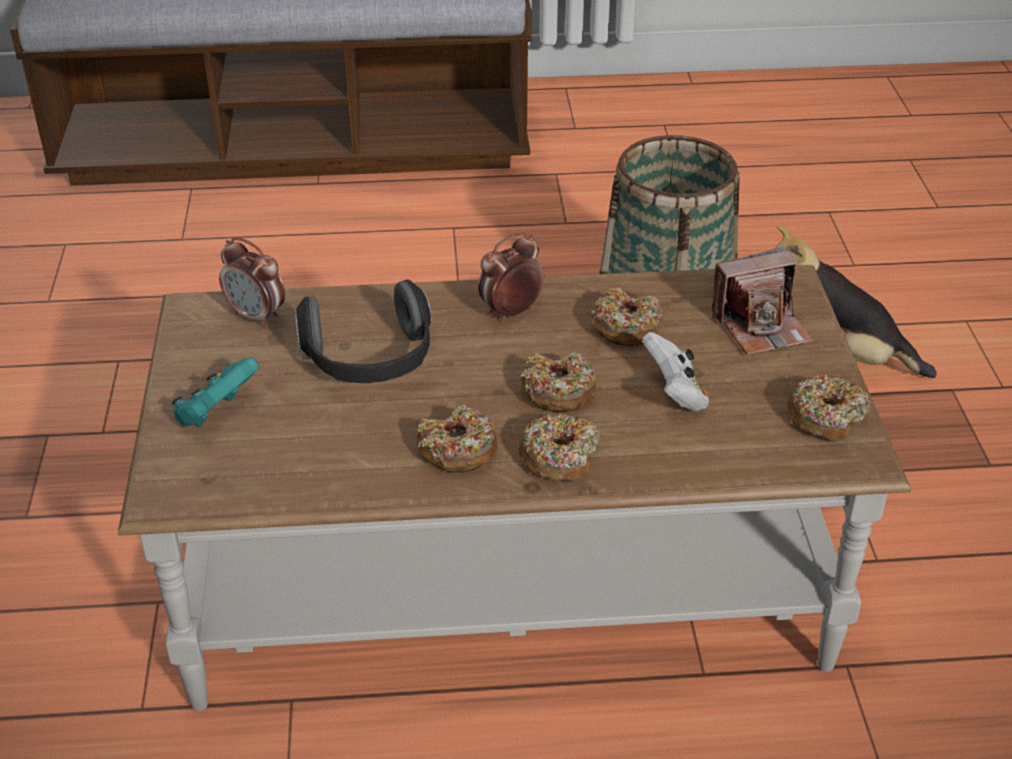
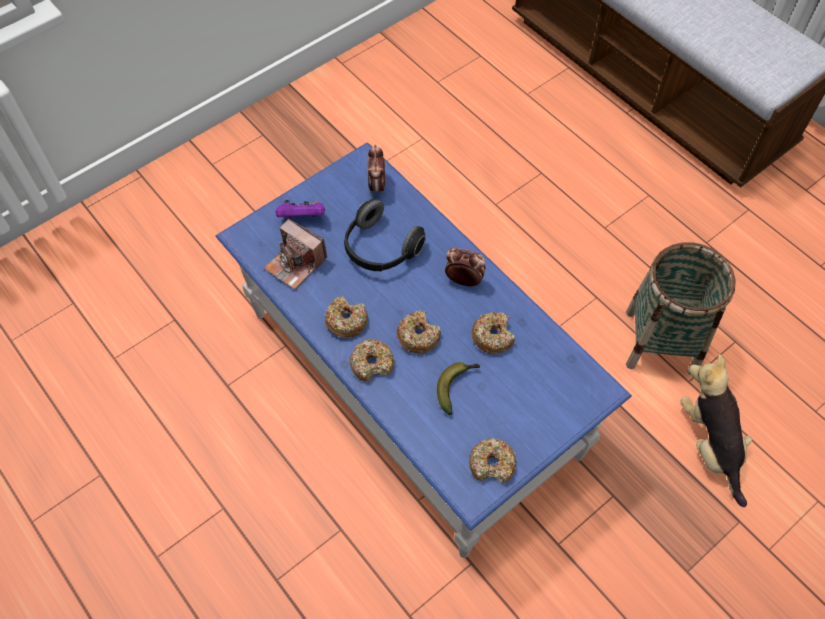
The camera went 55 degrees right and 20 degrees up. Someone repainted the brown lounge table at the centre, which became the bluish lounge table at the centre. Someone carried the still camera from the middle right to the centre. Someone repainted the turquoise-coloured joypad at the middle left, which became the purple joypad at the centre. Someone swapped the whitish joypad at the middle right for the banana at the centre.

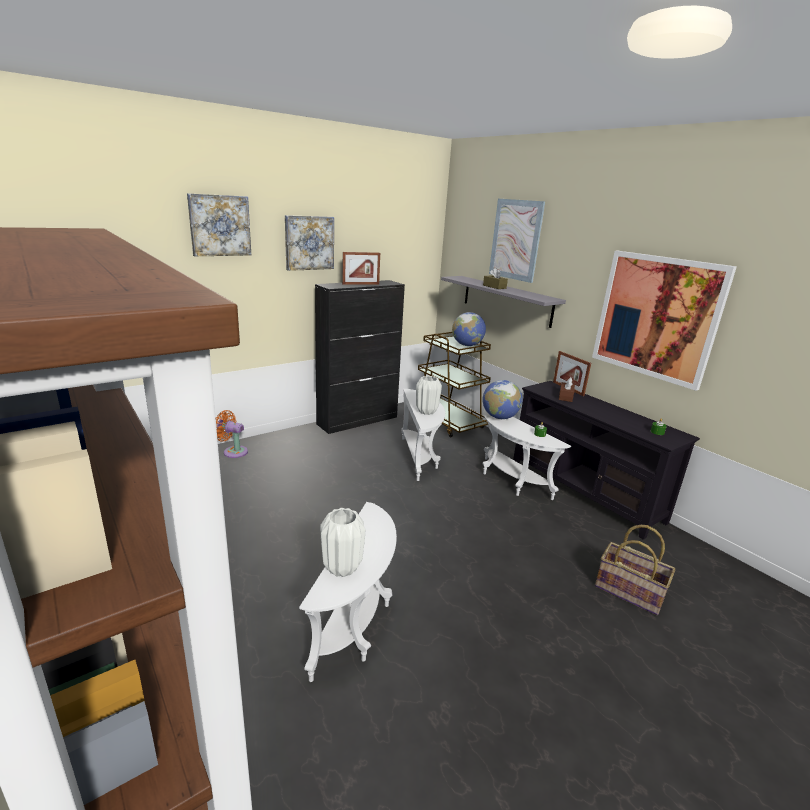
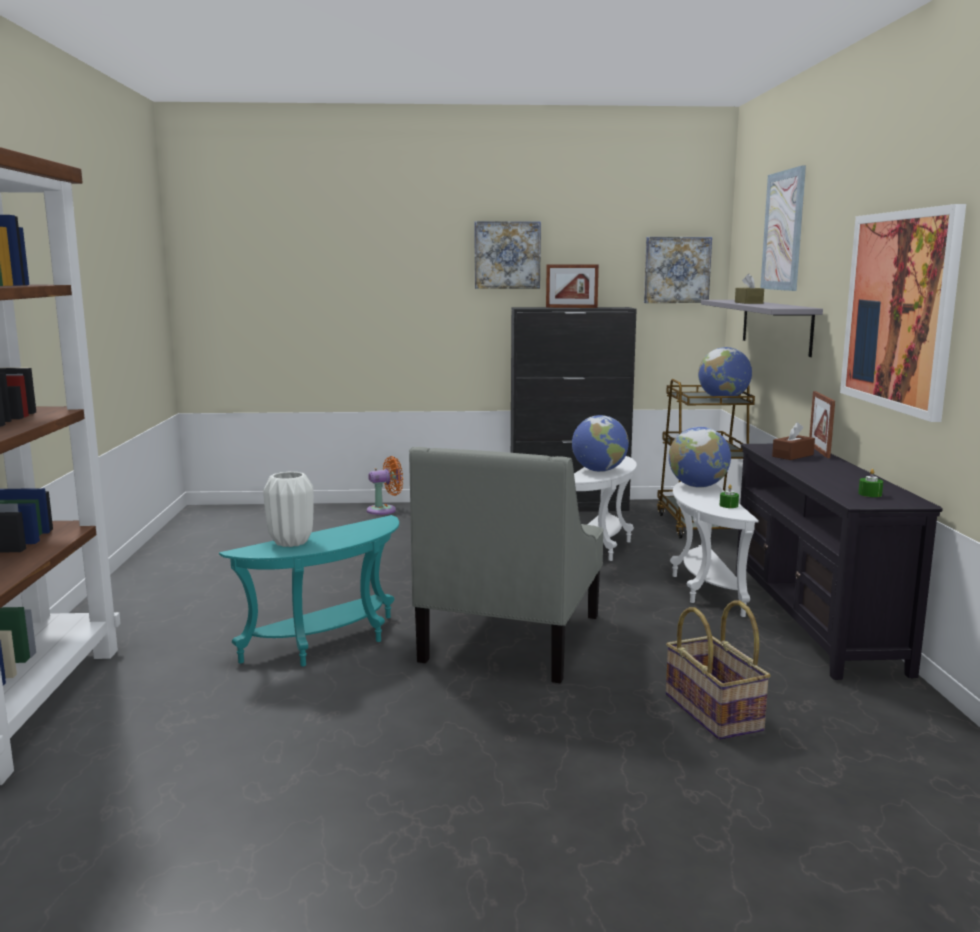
The camera went 35 degrees right and 10 degrees down. Someone repainted the whitish end table (1st from left) at the bottom centre, which became the turquoise-coloured end table at the middle left. Someone rotated the orange-coloured electric fan at the middle left by 105 degrees clockwise. Someone put down the grey lounge chair at the centre. Someone swapped the whitish decorative vase (2nd from left) at the centre for the globe (1st from left) at the centre. Someone carried the picture (1st from left in the first image) from the top left to the top right.

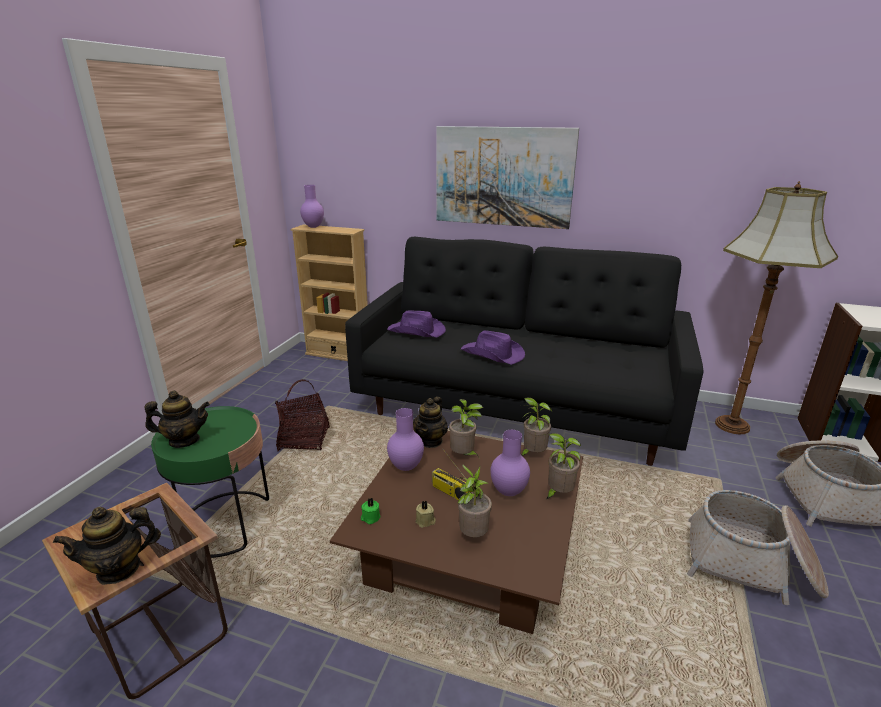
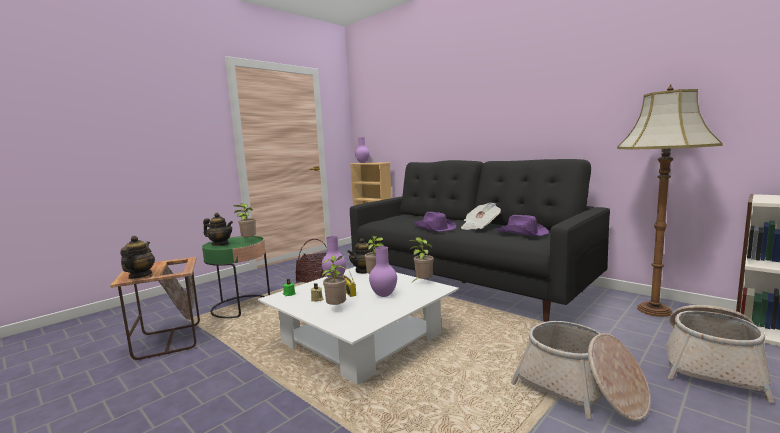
The camera went 25 degrees right and 15 degrees down. Someone rotated the tea pot (1st from left) at the bottom left by 90 degrees clockwise. Someone carried the houseplant (4th from left in the first image) from the centre to the middle left. Someone repainted the brown lounge table at the bottom centre, which became the whitish lounge table at the bottom centre. Someone put down the printed paper at the centre. Someone carried the purple wearable hat (1st from left in the first image) from the centre to the middle right. Someone took away the picture at the top centre.

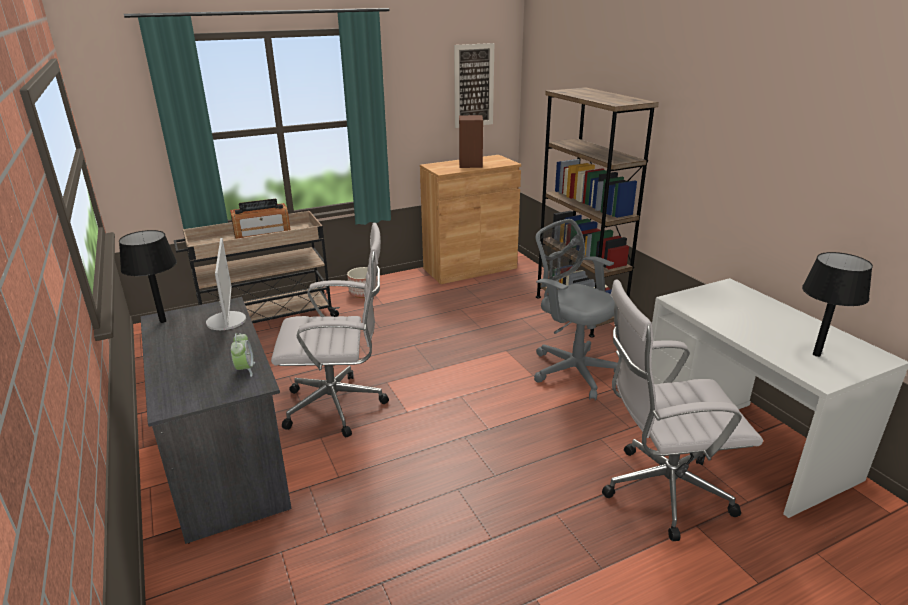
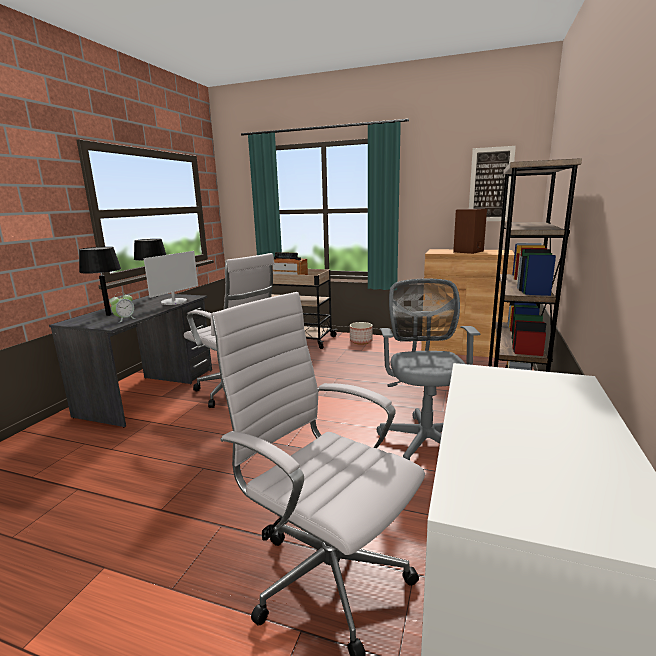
The camera went 45 degrees right and 10 degrees down. Someone carried the blackish table lamp (2nd from left in the first image) from the middle right to the middle left.

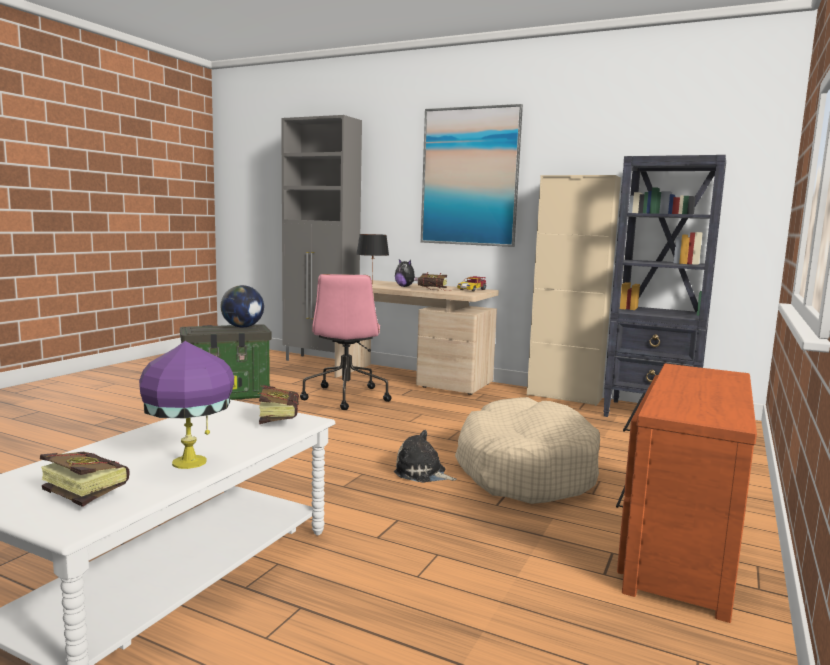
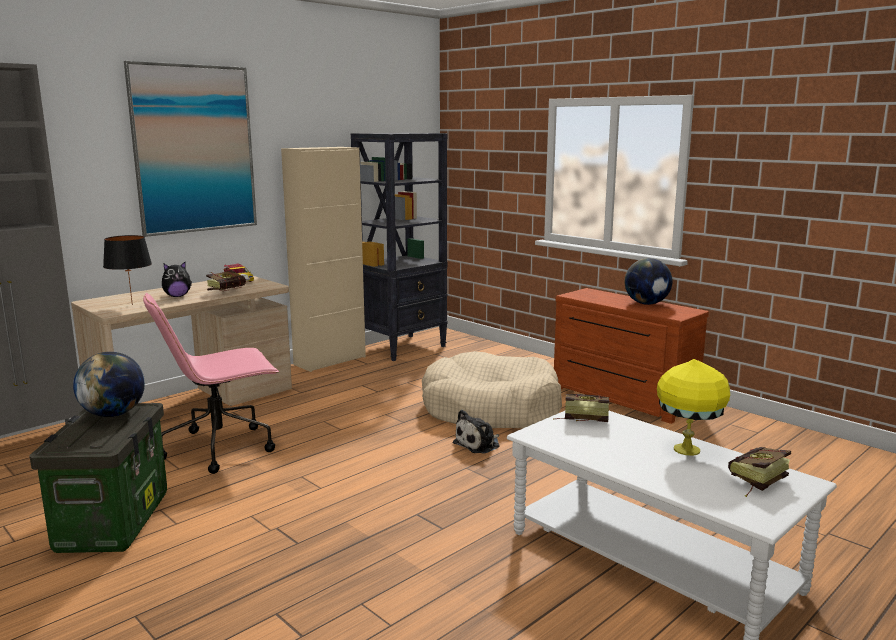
The camera went 70 degrees left and 5 degrees up. Someone rotated the pink office chair at the centre by 135 degrees clockwise. Someone put down the globe (2nd from left) at the middle right. Someone repainted the purple table lamp at the middle left, which became the yellow table lamp at the middle right.

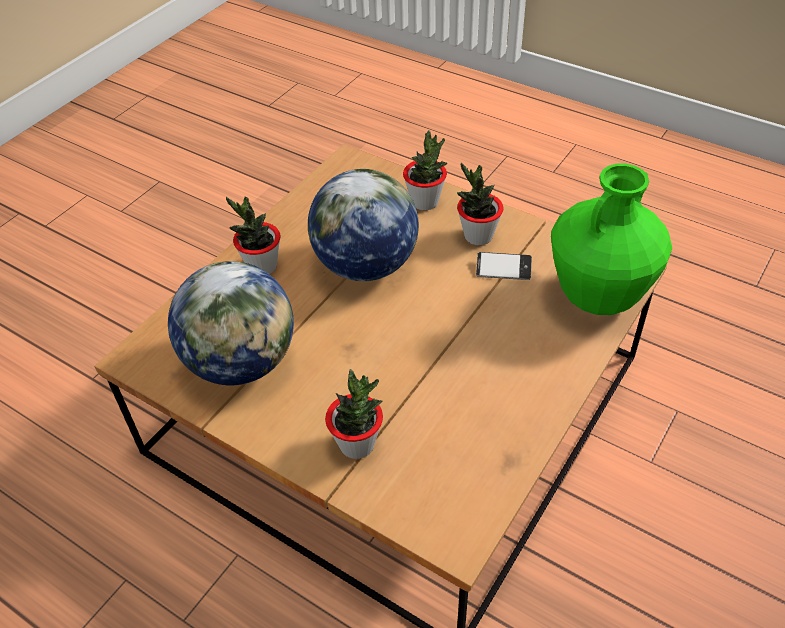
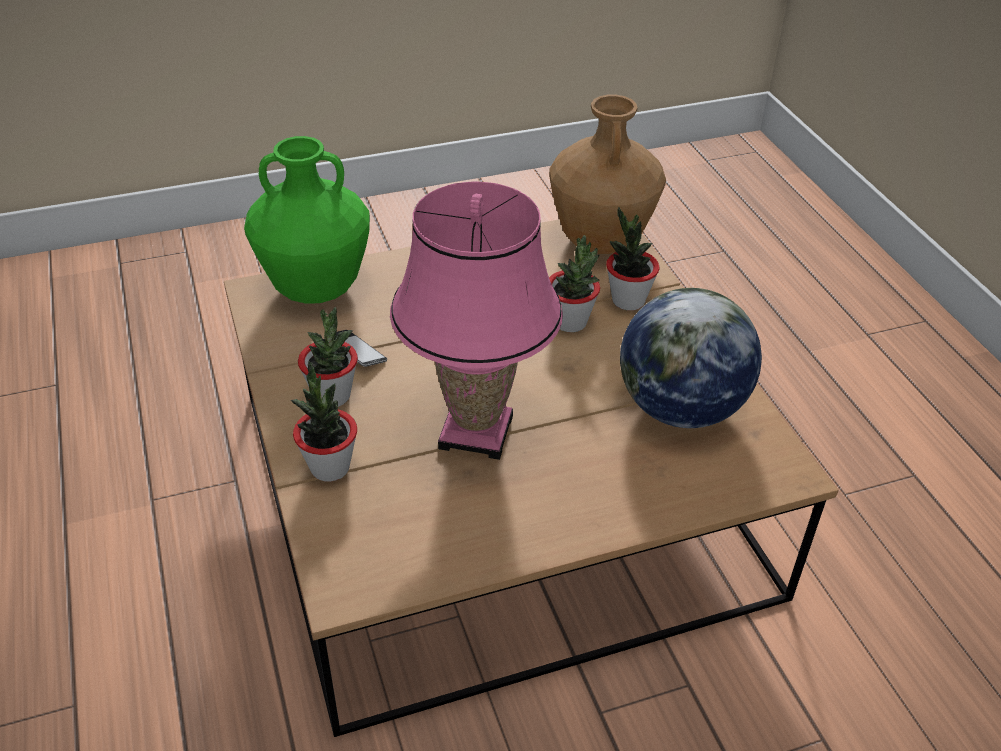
The camera went 145 degrees left and 5 degrees down. Someone swapped the globe (2nd from left) at the centre for the pink table lamp at the centre. Someone put down the brown decorative vase at the top centre. Someone carried the houseplant (1st from left in the first image) from the middle left to the centre.

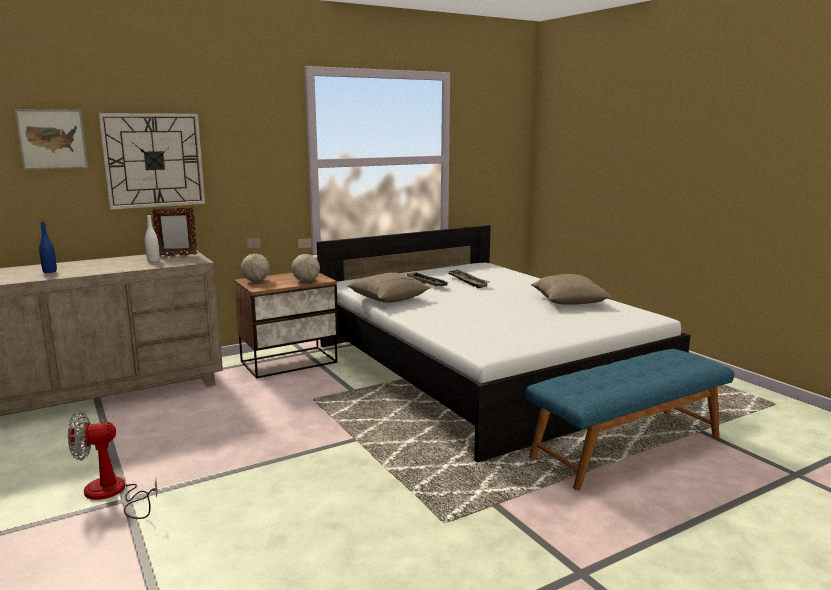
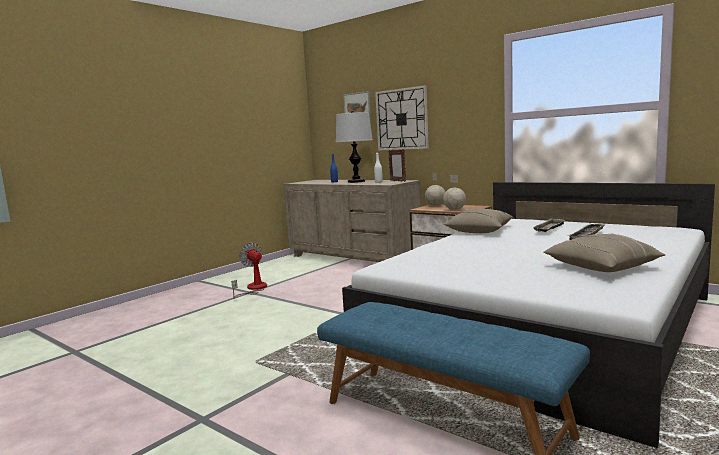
The camera went 70 degrees right and 5 degrees down. Someone put down the table lamp at the top centre.

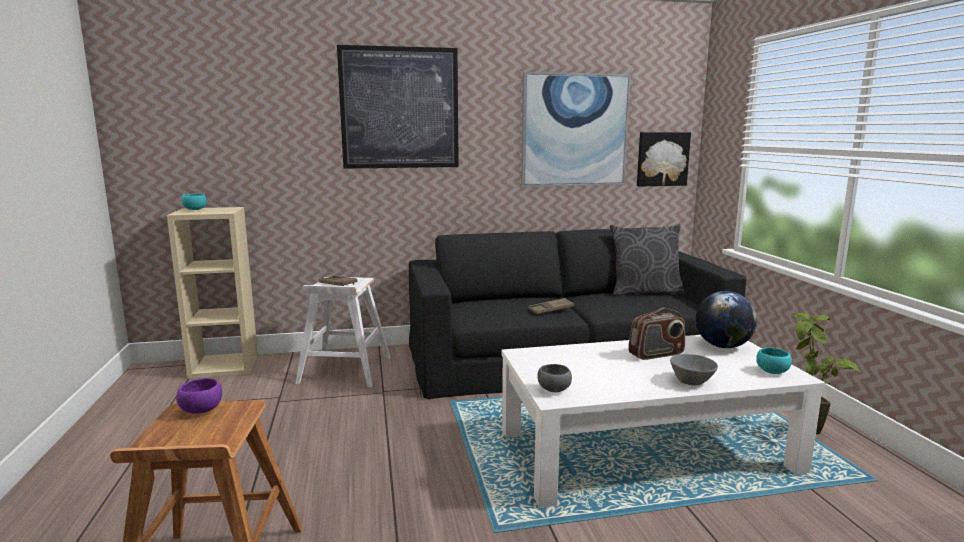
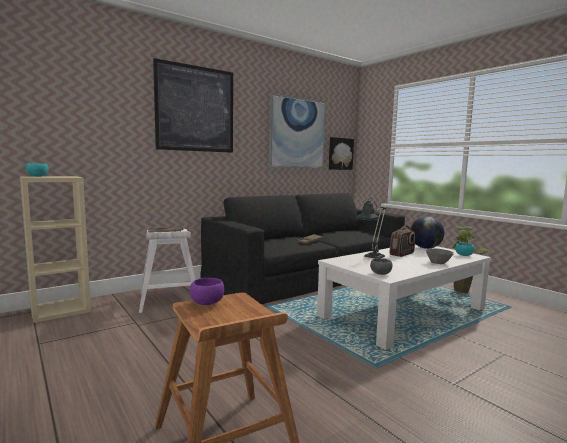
The camera went 25 degrees left and 5 degrees down. Someone put down the table lamp at the centre. Someone took away the grey cushion at the middle right.

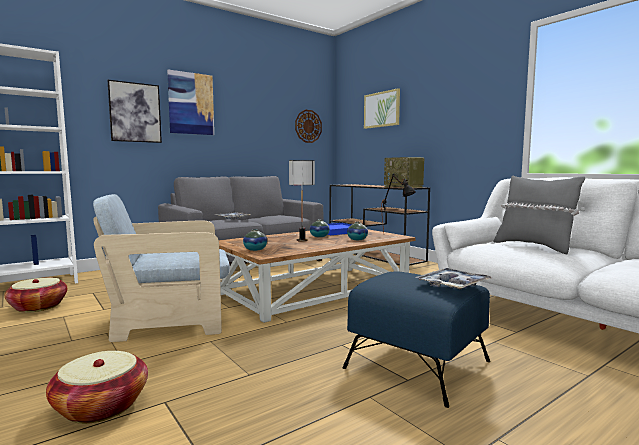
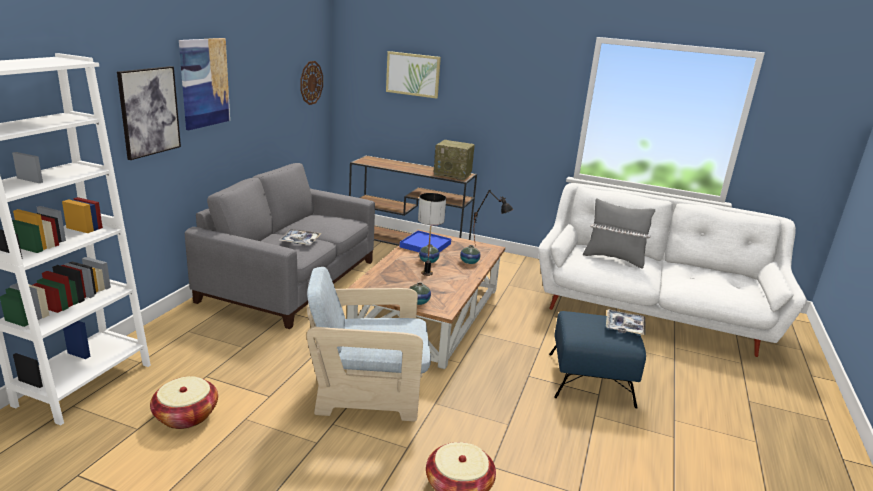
The camera went 35 degrees left and 15 degrees up. Someone rotated the sand-coloured lounge chair at the middle left by 45 degrees clockwise.

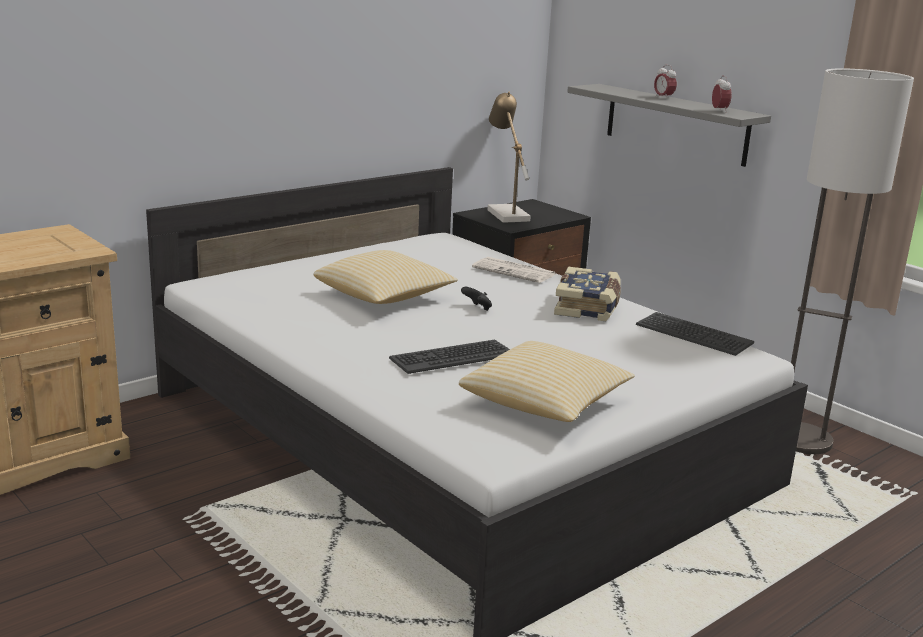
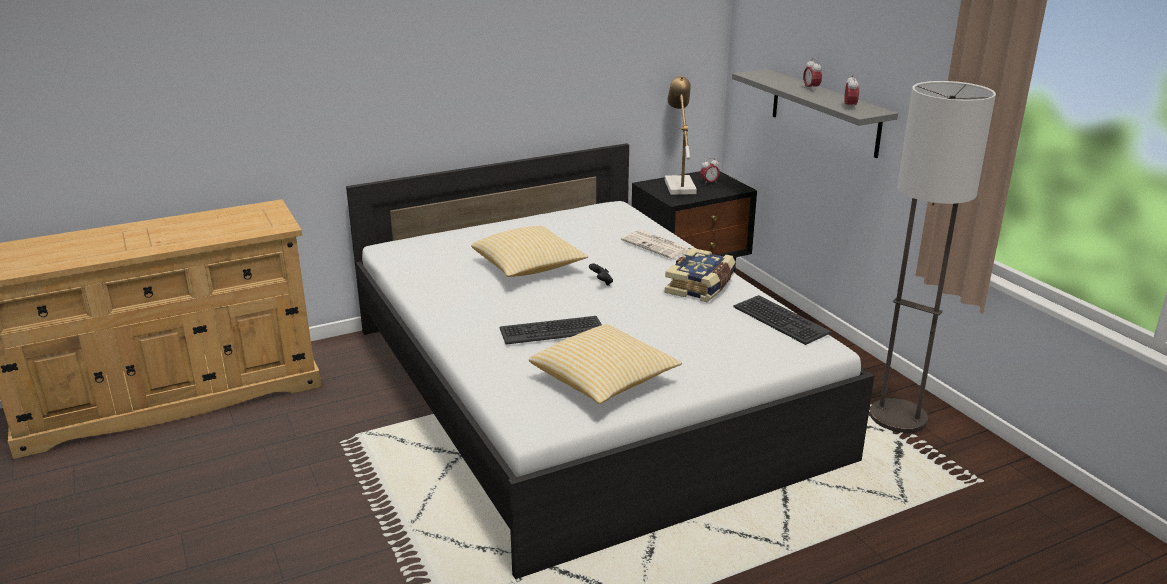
The camera went 15 degrees right and 5 degrees up. Someone put down the table clock (1st from left) at the top centre.

